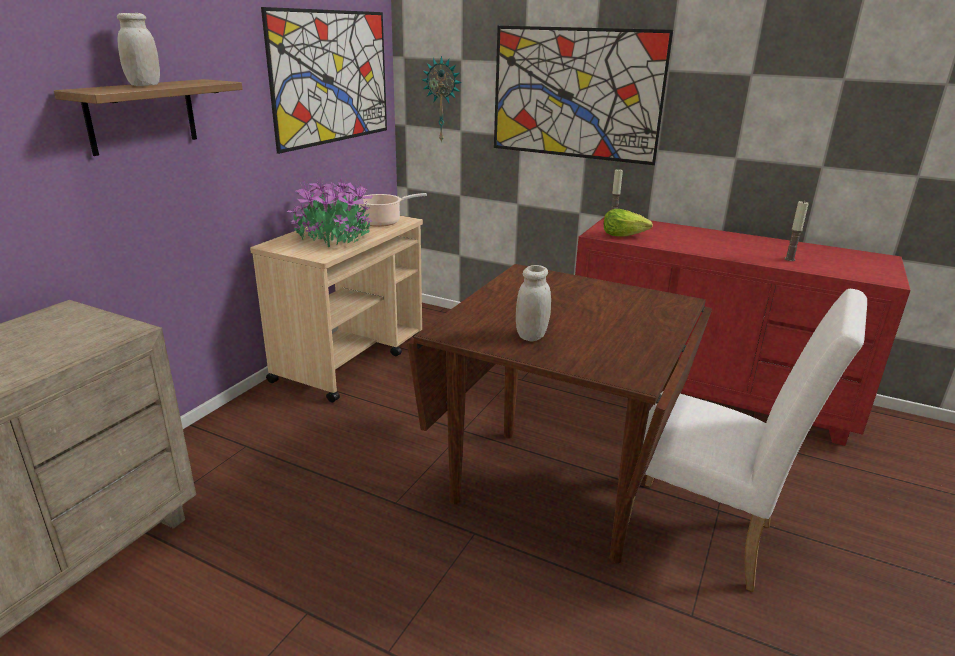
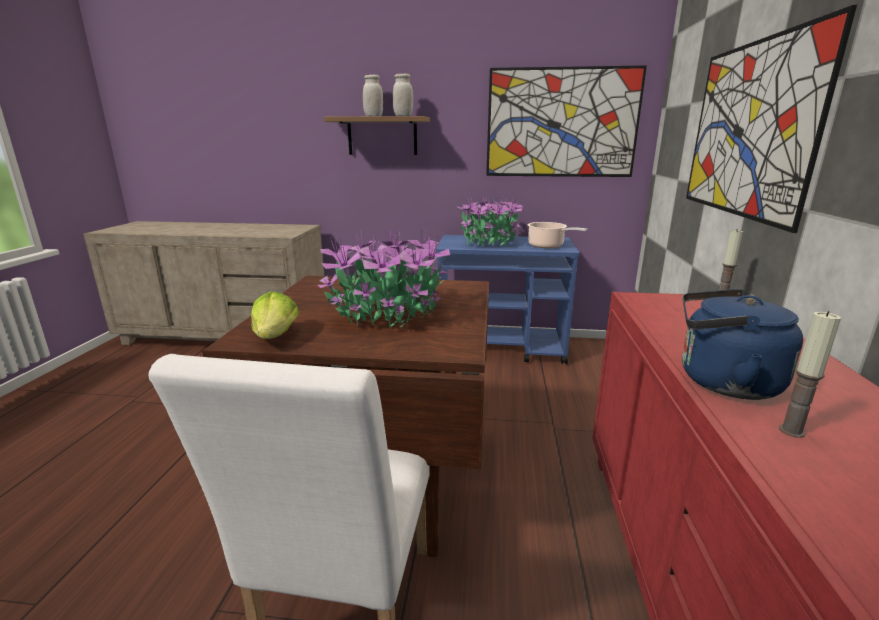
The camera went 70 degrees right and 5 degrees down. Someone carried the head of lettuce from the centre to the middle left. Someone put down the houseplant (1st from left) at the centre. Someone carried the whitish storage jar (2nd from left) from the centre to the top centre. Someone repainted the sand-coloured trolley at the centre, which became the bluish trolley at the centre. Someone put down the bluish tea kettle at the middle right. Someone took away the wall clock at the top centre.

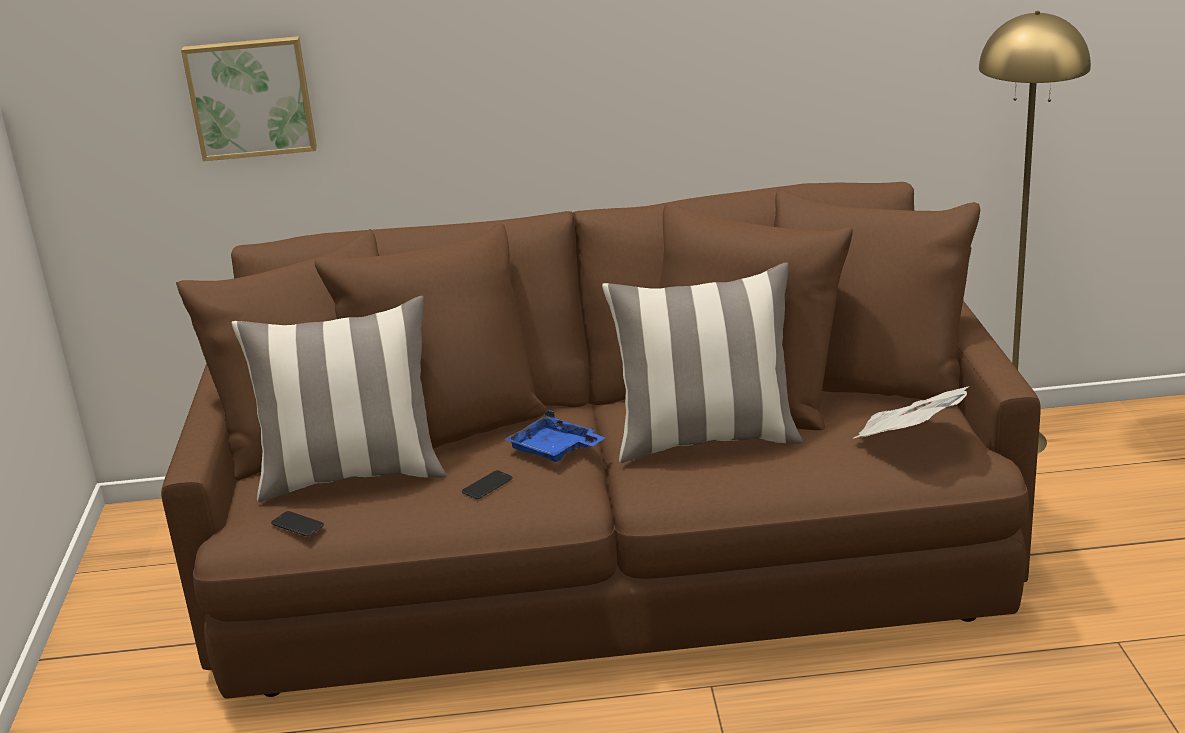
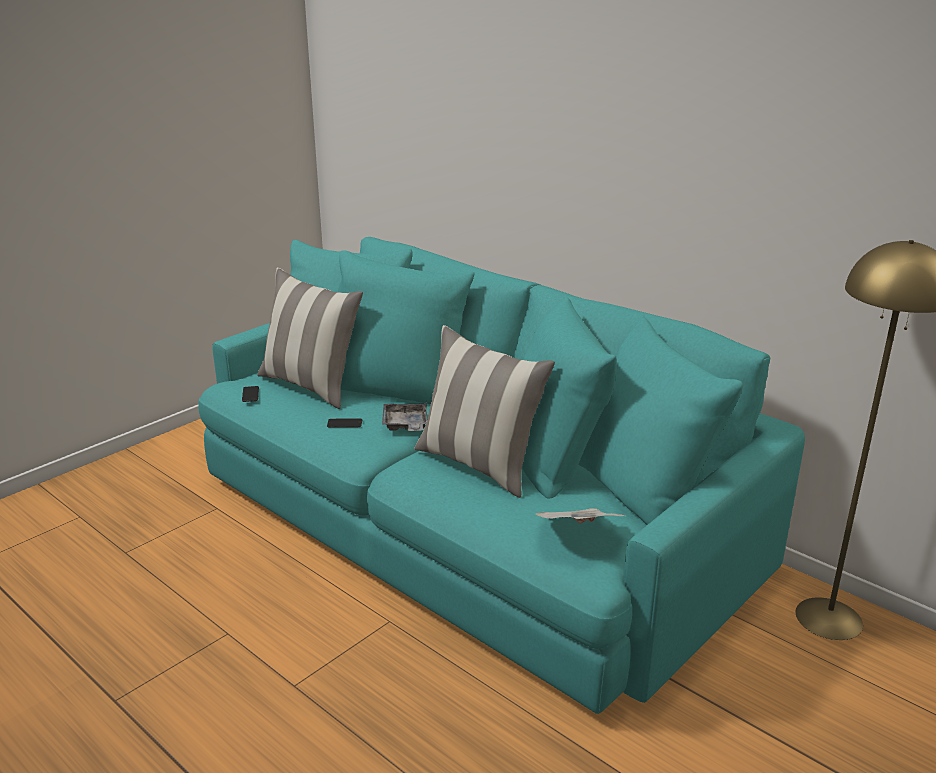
The camera went 45 degrees right and 0 degrees up. Someone repainted the brown sofa at the centre, which became the turquoise-coloured sofa at the centre. Someone repainted the bluish tray at the centre, which became the grey tray at the centre. Someone took away the picture at the top left.

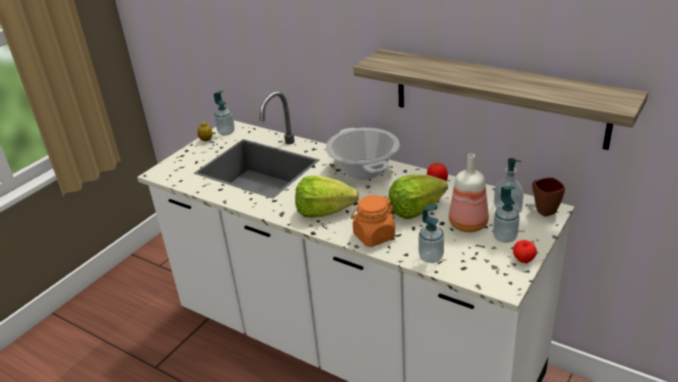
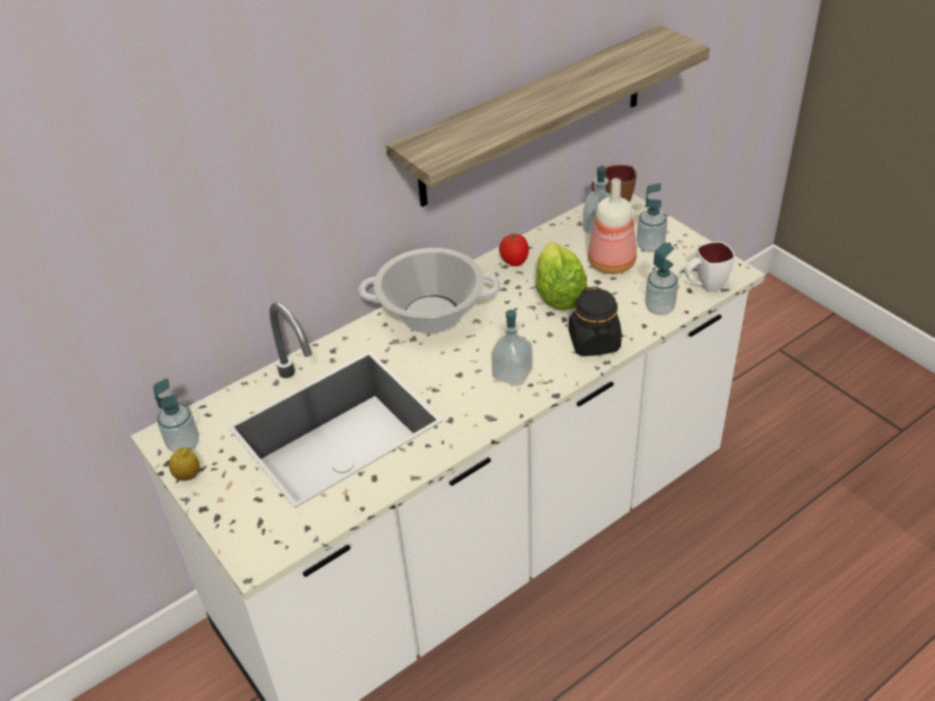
The camera went 70 degrees left and 10 degrees up. Someone swapped the head of lettuce (1st from left) at the centre for the liquid soap bottle (2nd from left) at the centre. Someone repainted the orange-coloured storage jar at the centre, which became the blackish storage jar at the centre. Someone put down the whitish tea mug at the middle right. Someone took away the apple at the middle right.

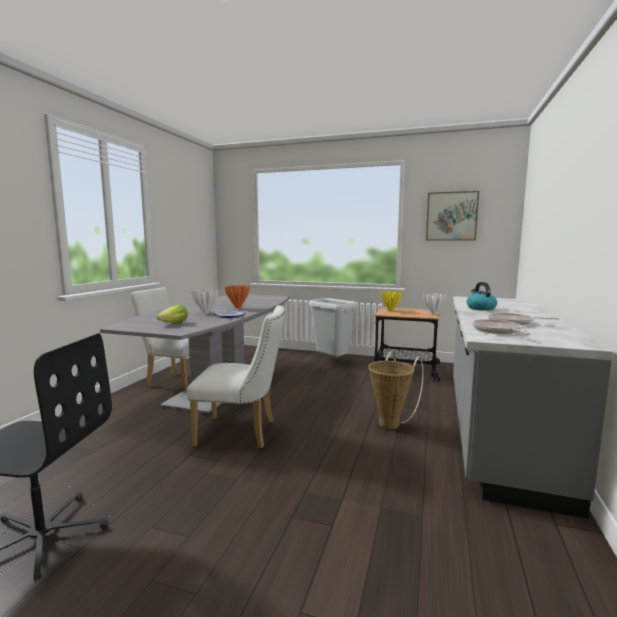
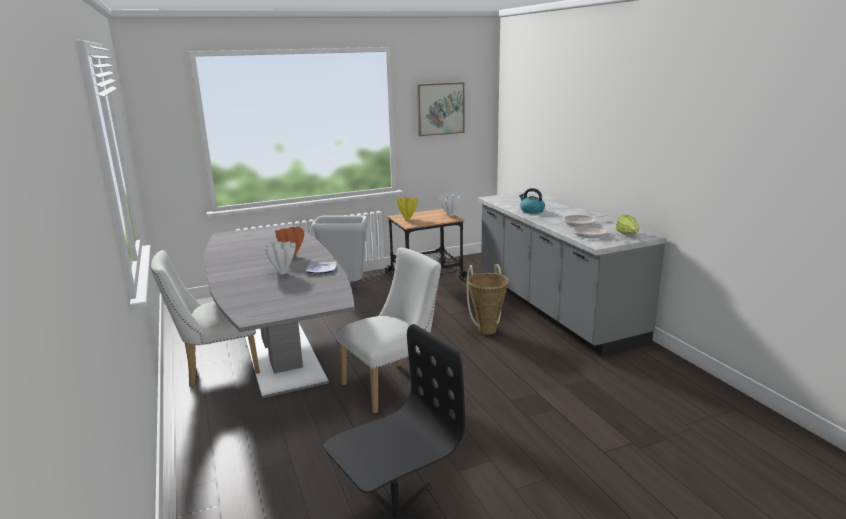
The camera went 40 degrees left and 10 degrees up. Someone carried the head of lettuce from the middle left to the middle right.

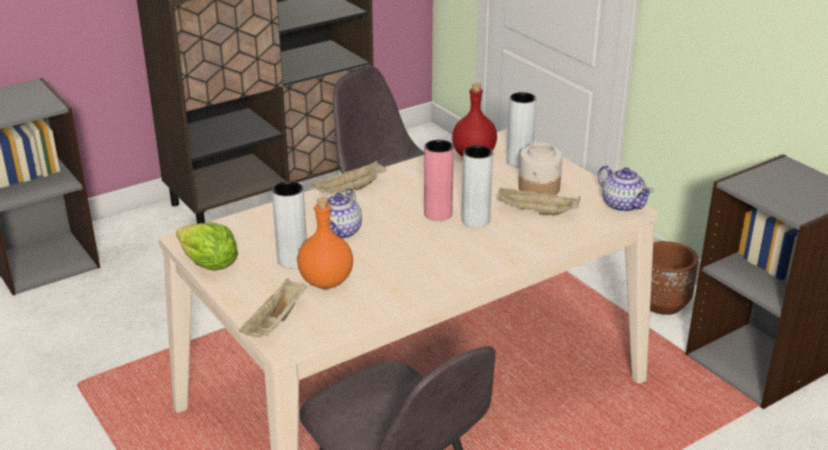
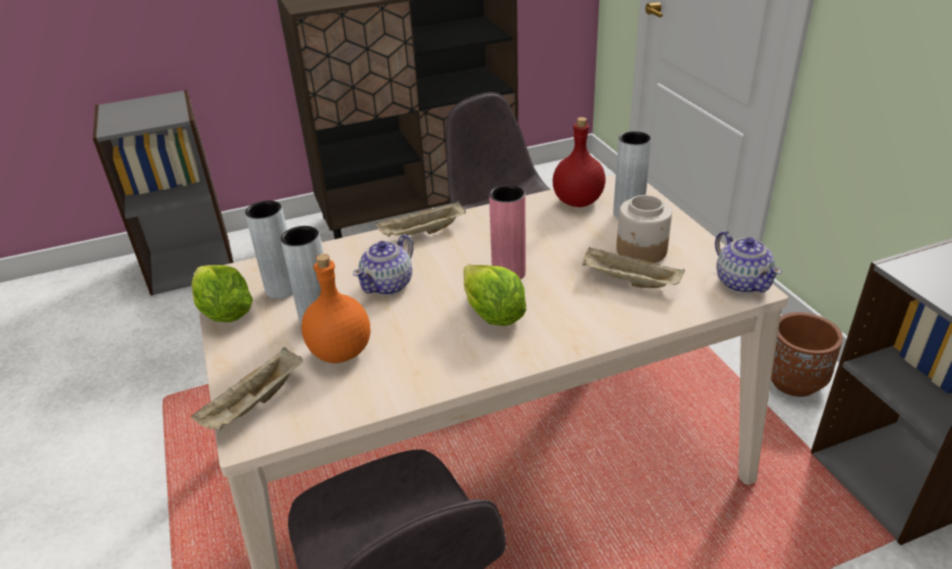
The camera went 15 degrees right and 5 degrees up. Someone carried the grey decorative vase (2nd from left in the first image) from the centre to the middle left. Someone put down the head of lettuce (2nd from left) at the centre.

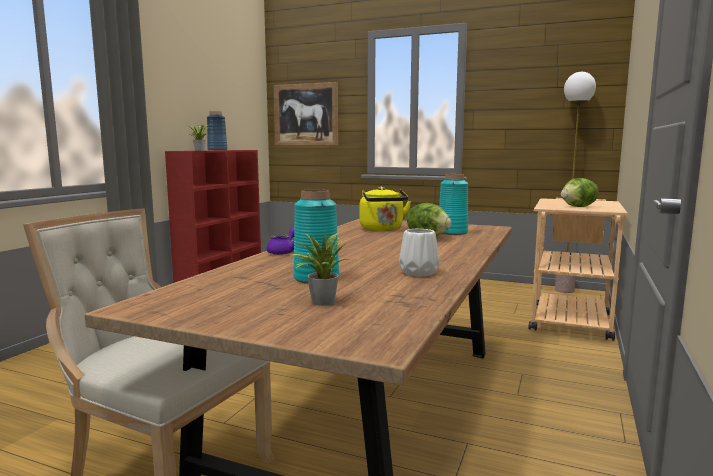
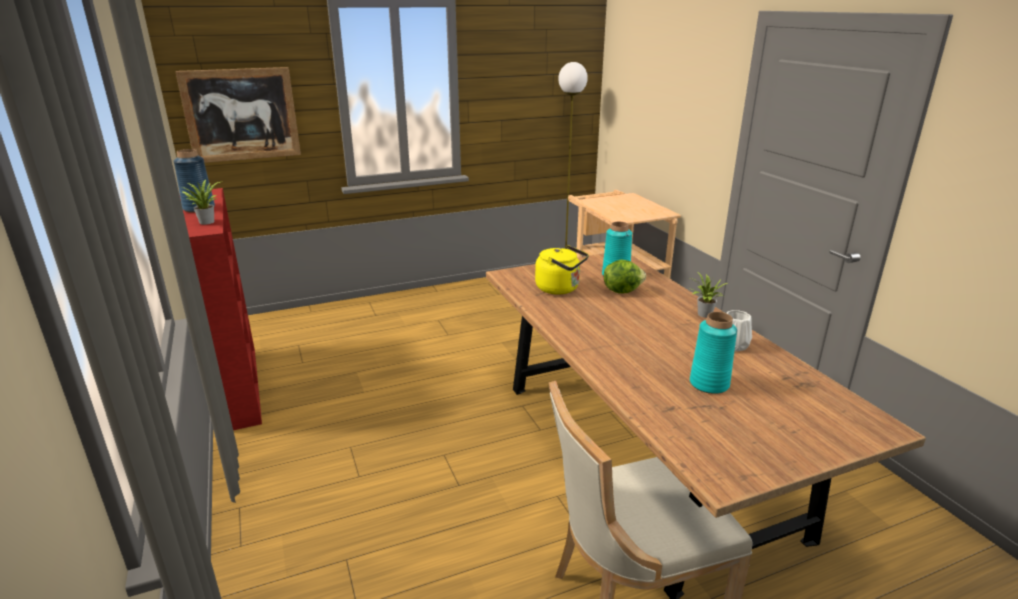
The camera went 45 degrees left and 15 degrees up. Someone carried the houseplant (2nd from left) from the centre to the middle right. Someone took away the purple tea pot at the centre. Someone took away the head of lettuce (2nd from left) at the middle right.

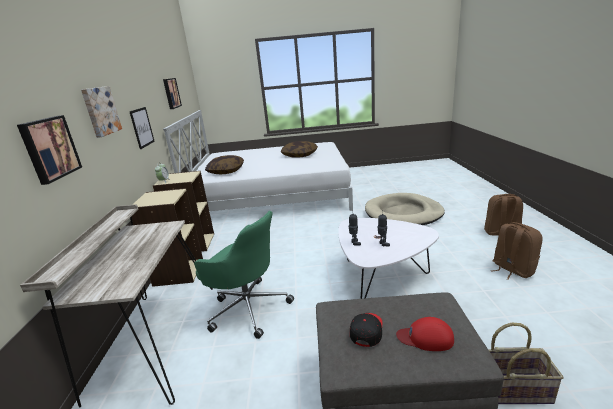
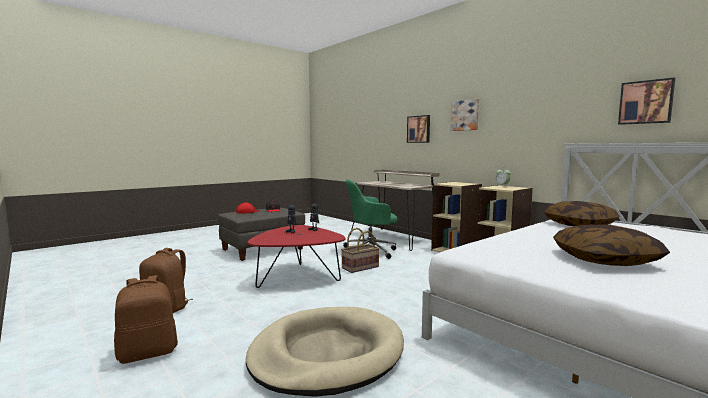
The camera went 140 degrees right and 15 degrees down. Someone repainted the whitish lounge table at the centre, which became the red lounge table at the centre. Someone carried the storage basket from the bottom right to the centre. Someone took away the picture (3rd from left) at the top left.

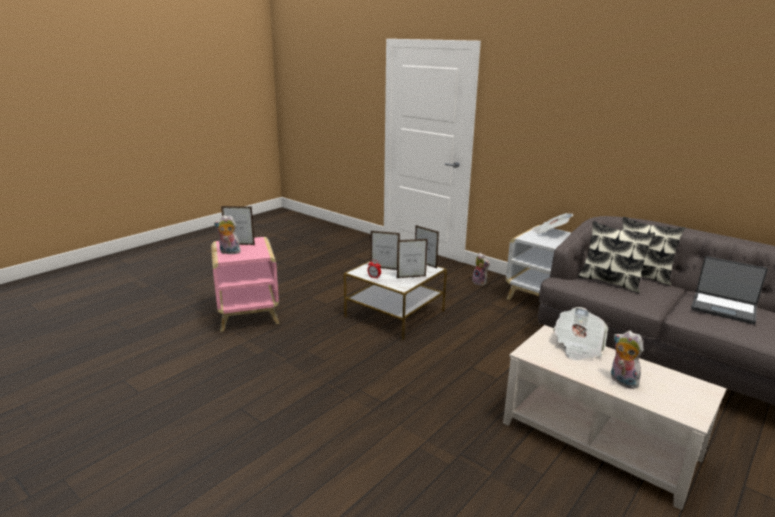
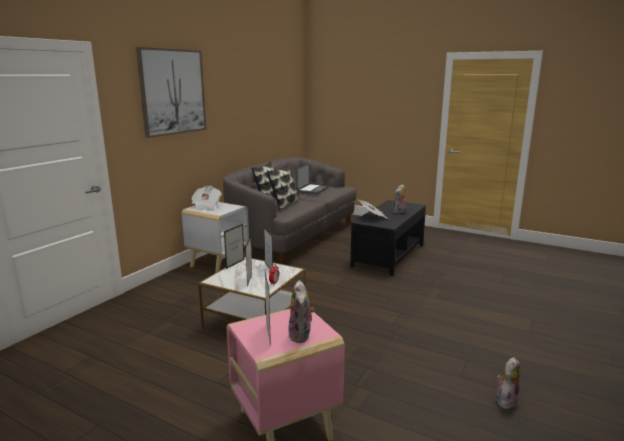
The camera went 100 degrees left and 5 degrees down. Someone put up the picture at the top left. Someone repainted the sand-coloured lounge table at the bottom right, which became the blackish lounge table at the centre. Someone carried the plush toy (2nd from left in the first image) from the centre to the bottom right.

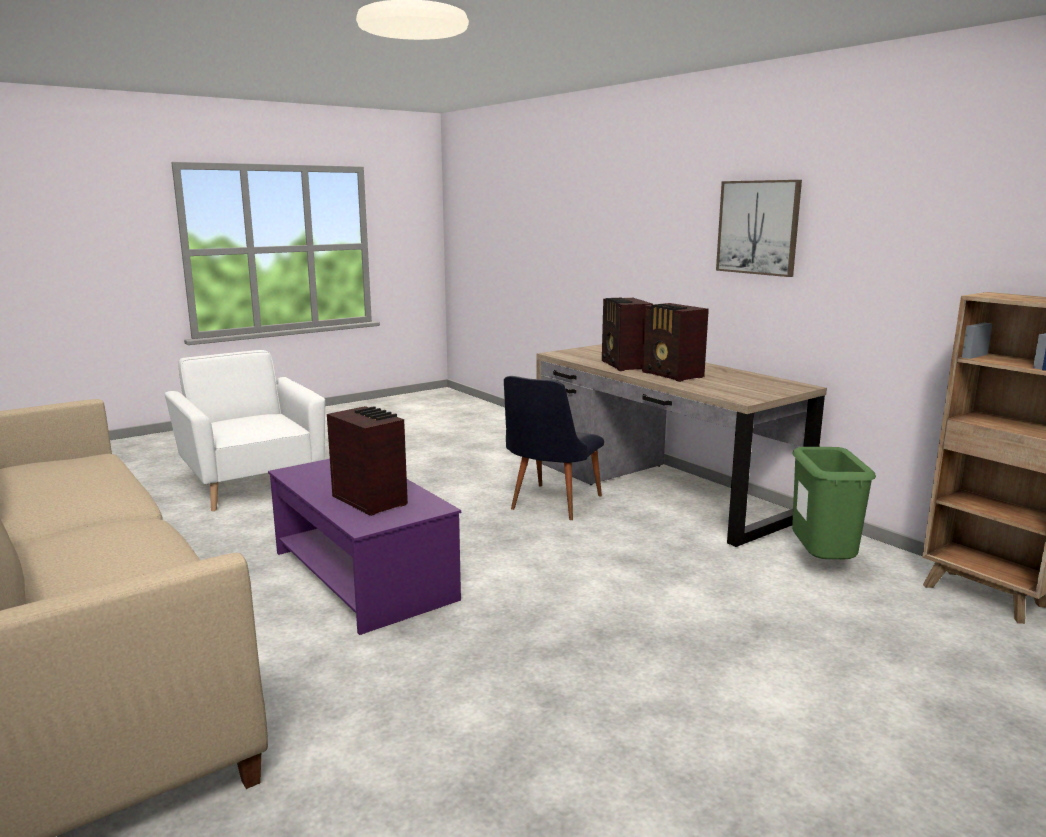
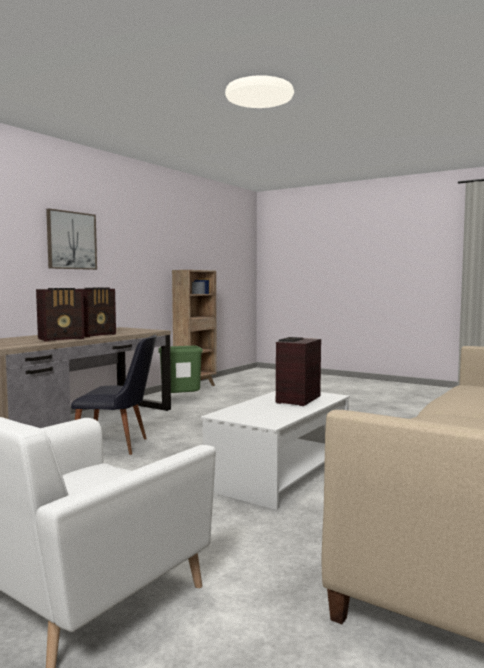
The camera went 110 degrees left and 10 degrees down. Someone repainted the purple lounge table at the centre, which became the whitish lounge table at the bottom centre.

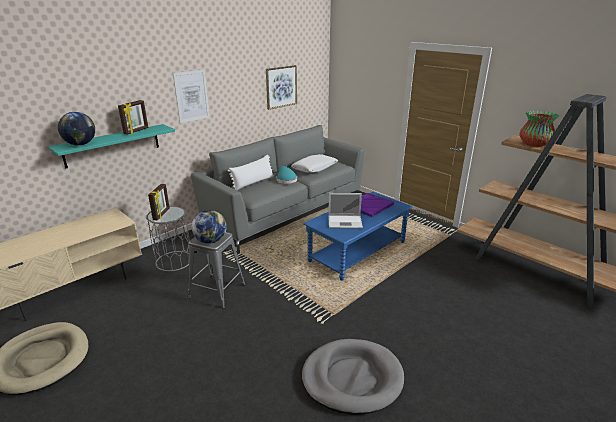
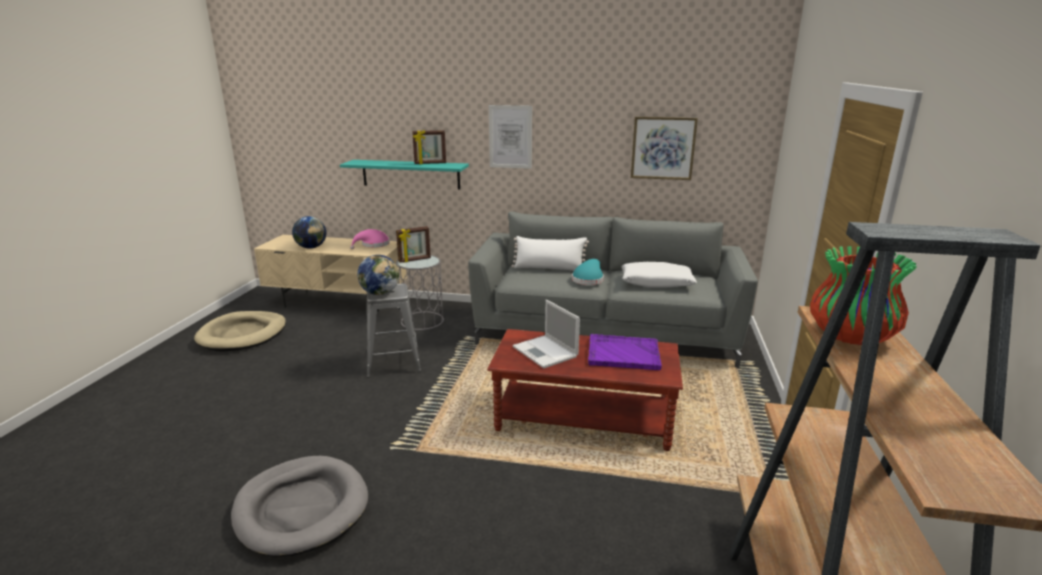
The camera went 55 degrees right and 5 degrees down. Someone carried the globe (1st from left) from the top left to the middle left. Someone put down the pink wearable hat at the centre. Someone repainted the bluish lounge table at the centre, which became the brown lounge table at the bottom centre.

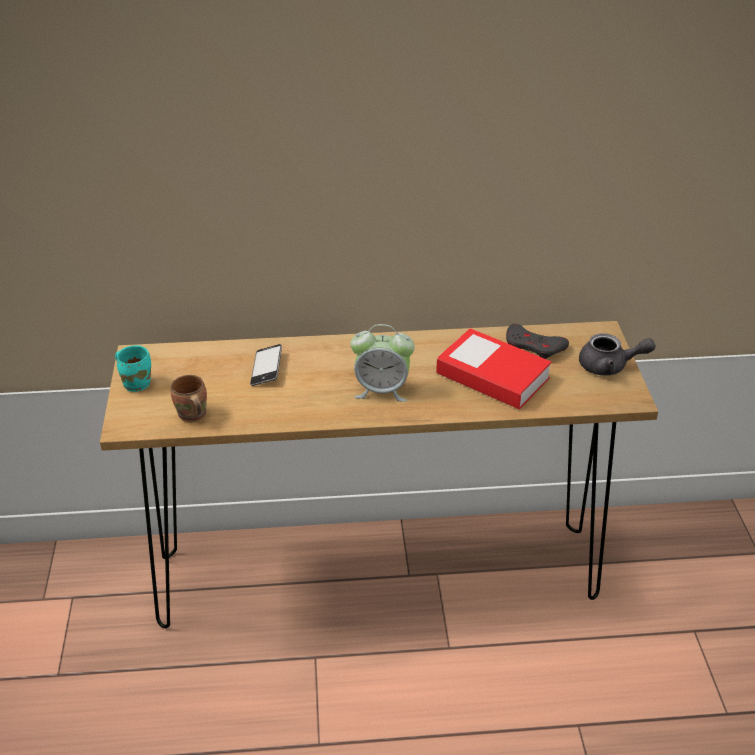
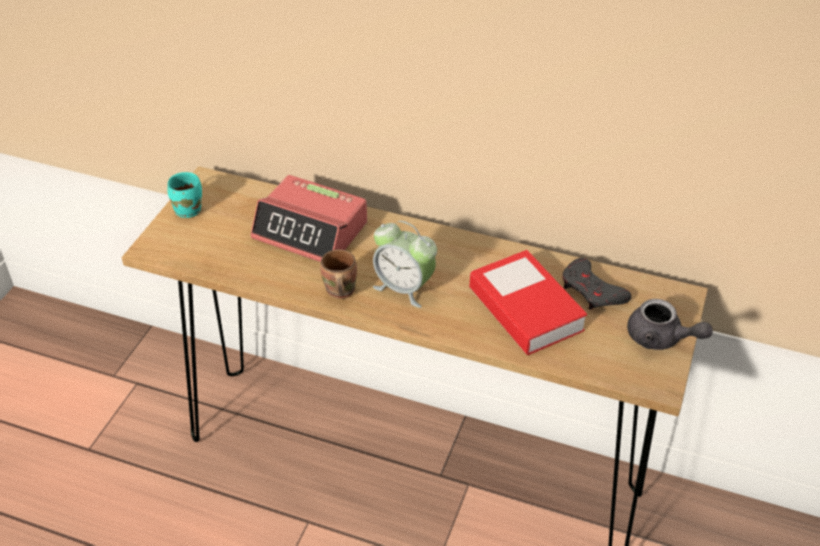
The camera went 25 degrees right and 5 degrees up. Someone swapped the handset at the centre for the table clock (1st from left) at the centre. Someone carried the brown tea mug from the middle left to the centre.

